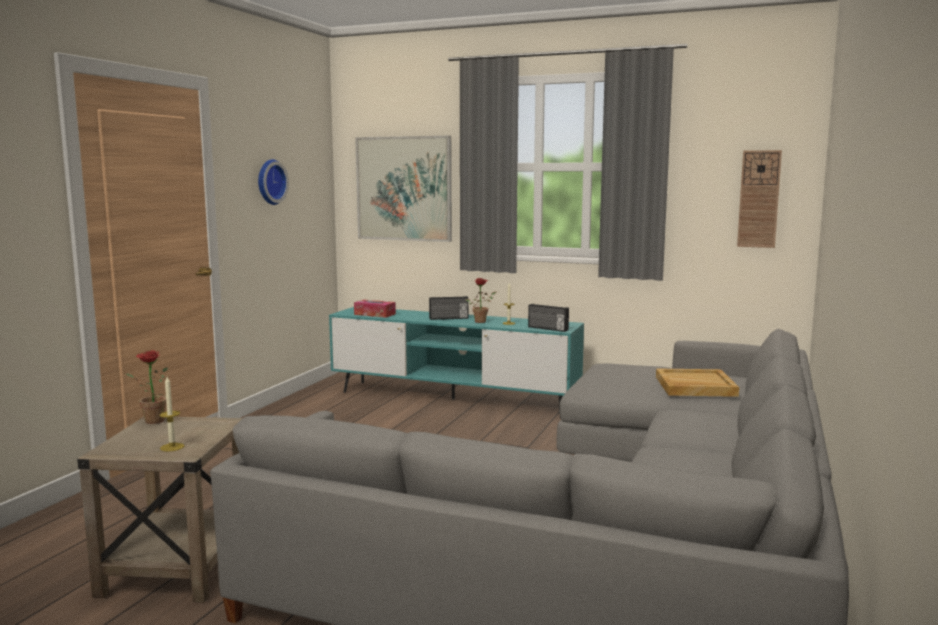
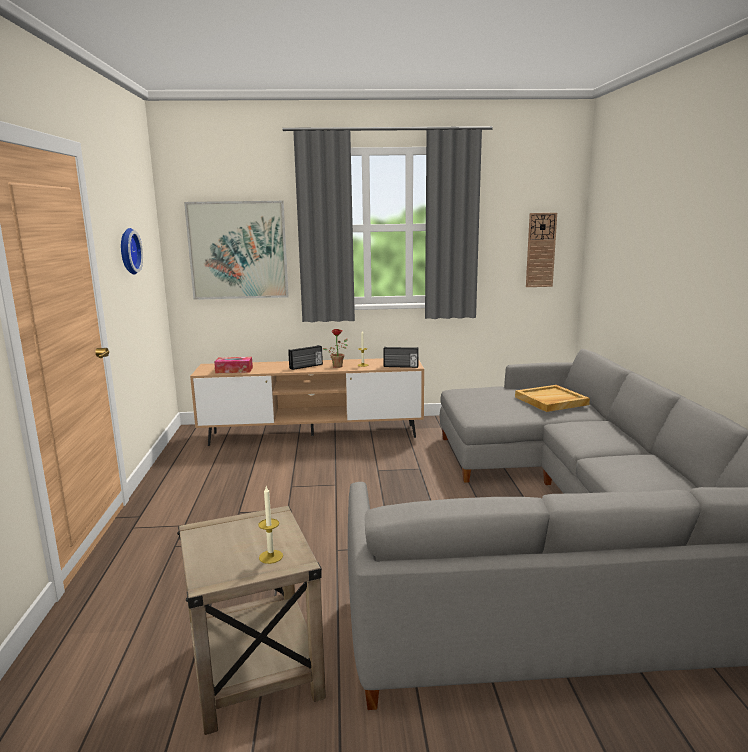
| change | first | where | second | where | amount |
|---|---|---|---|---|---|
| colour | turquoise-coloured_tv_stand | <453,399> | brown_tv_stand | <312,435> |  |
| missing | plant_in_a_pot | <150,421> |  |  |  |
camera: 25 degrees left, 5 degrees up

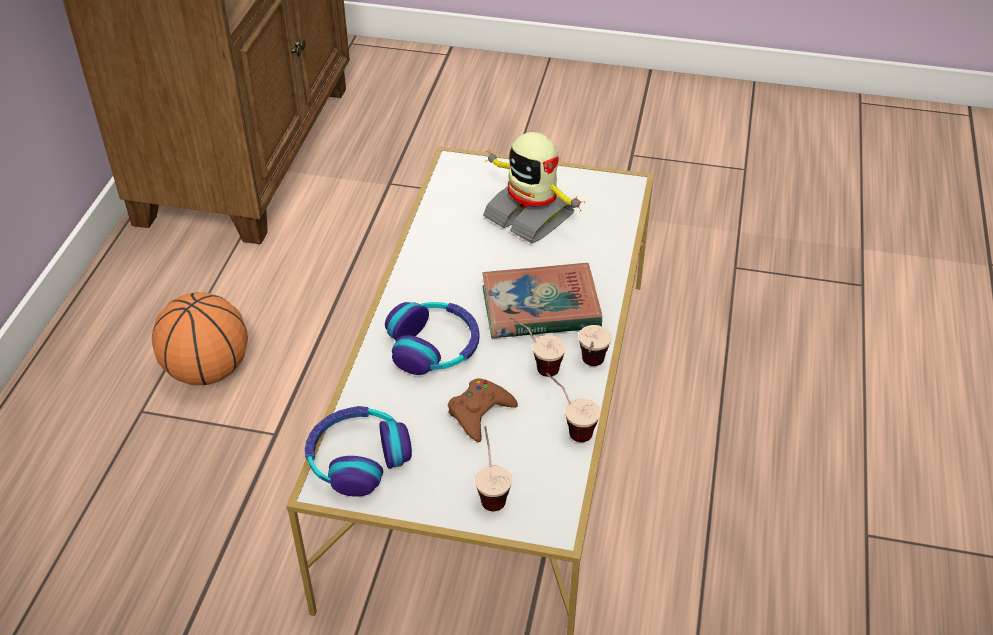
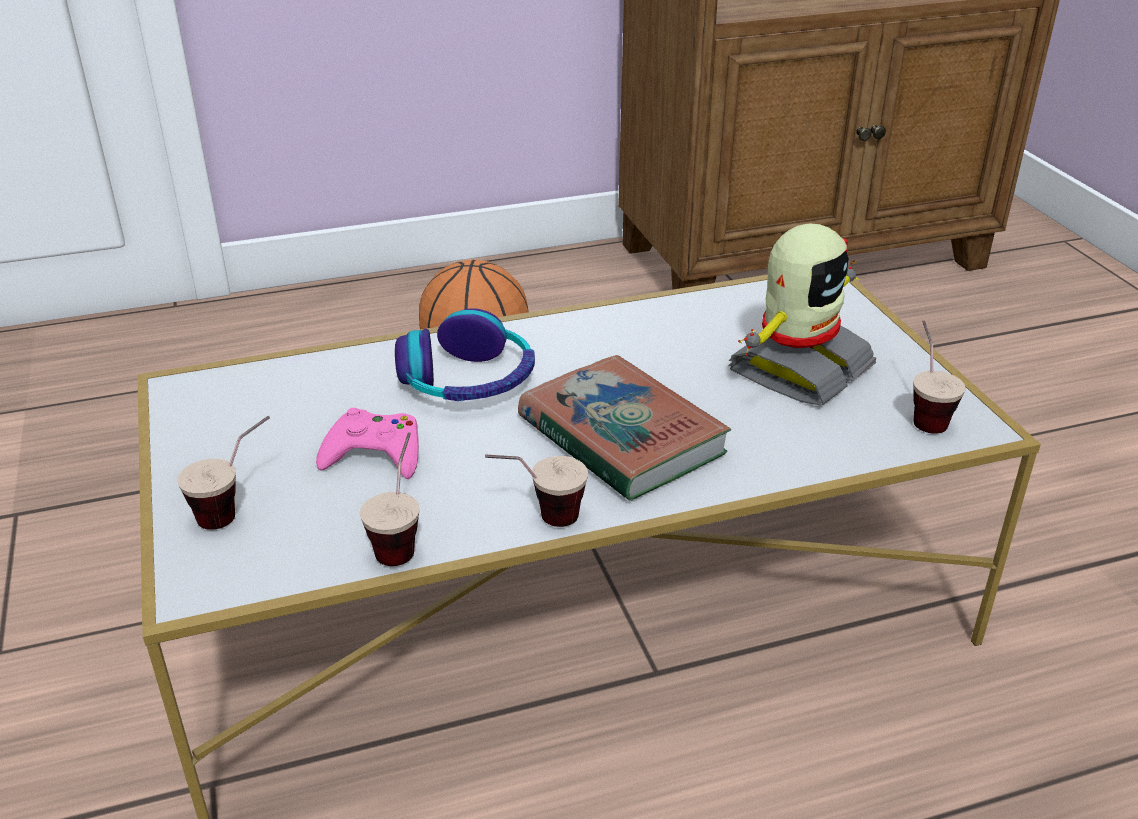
| change | first | where | second | where | amount |
|---|---|---|---|---|---|
| spun | model_robot | <530,215> |  | <797,368> | 150 degrees counterclockwise |
| relocated | cup | <535,365> |  | <923,413> |  |
| colour | brown_game_controller | <479,413> | pink-coloured_game_controller | <375,454> |  |
| missing | headset | <358,458> |  |  |  |
camera: 60 degrees right, 10 degrees down

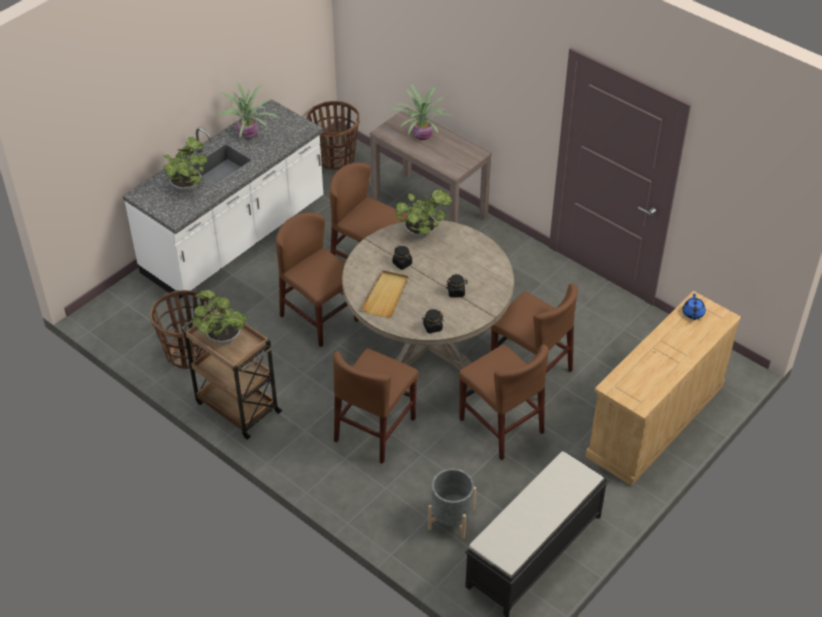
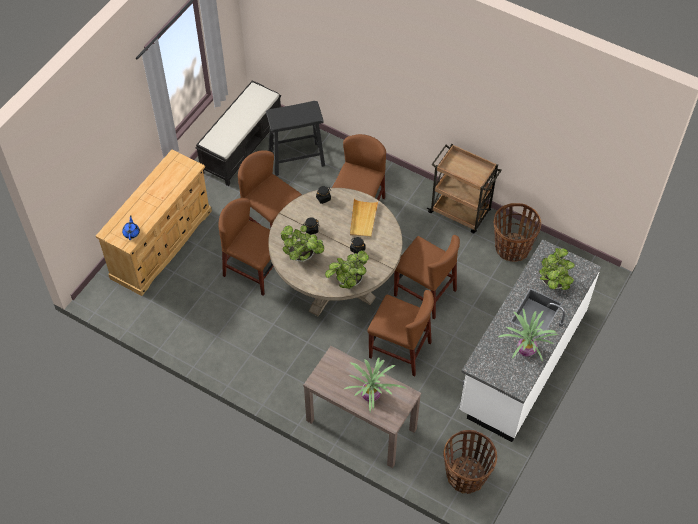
| change | first | where | second | where | amount |
|---|---|---|---|---|---|
| relocated | plant_in_a_pot | <222,337> |  | <303,256> |  |
| exchanged | gray_plant_pot | <451,519> | black-coloured_sitting_stool | <296,158> |  |
camera: 170 degrees right, 10 degrees up

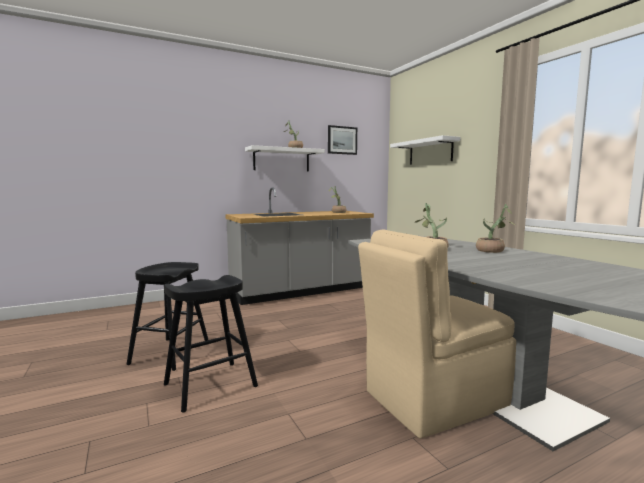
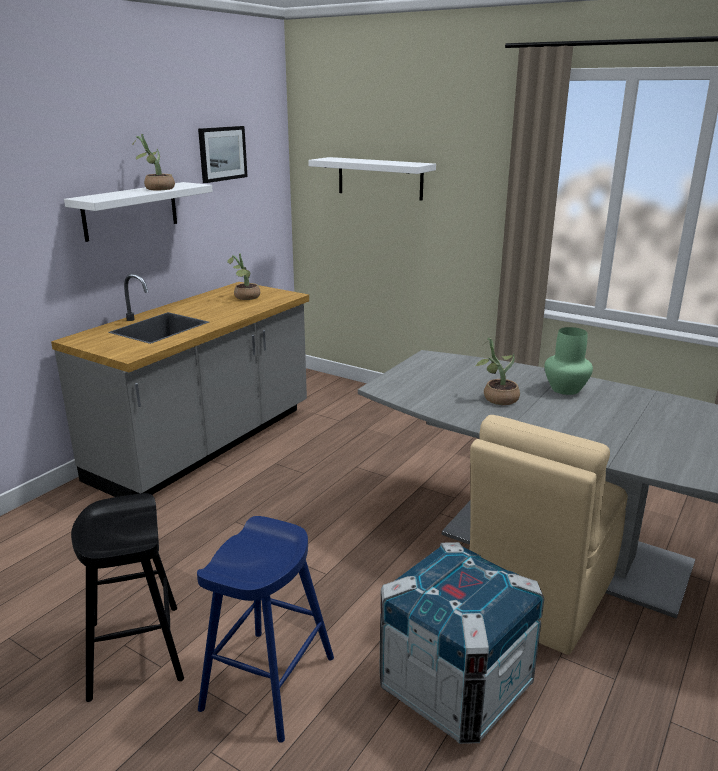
| change | first | where | second | where | amount |
|---|---|---|---|---|---|
| exchanged | plant_in_a_pot | <493,251> | green-coloured_vase | <565,389> |  |
| colour | black-coloured_sitting_stool | <211,385> | blue_sitting_stool | <269,682> |  |
| appeared |  |  | shipping_crate | <455,686> |  |
camera: 30 degrees left, 15 degrees up

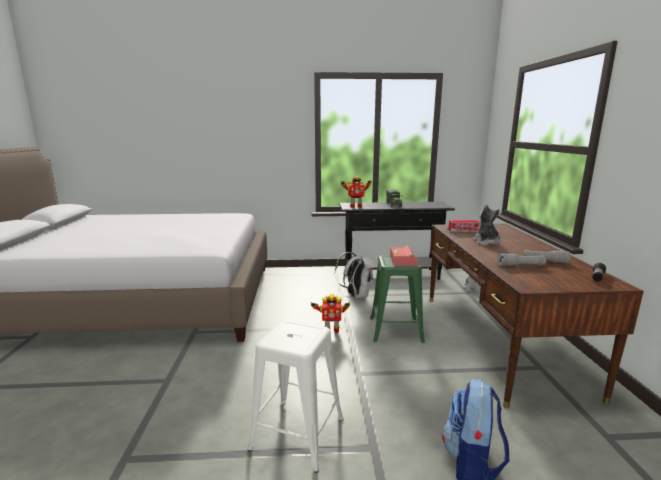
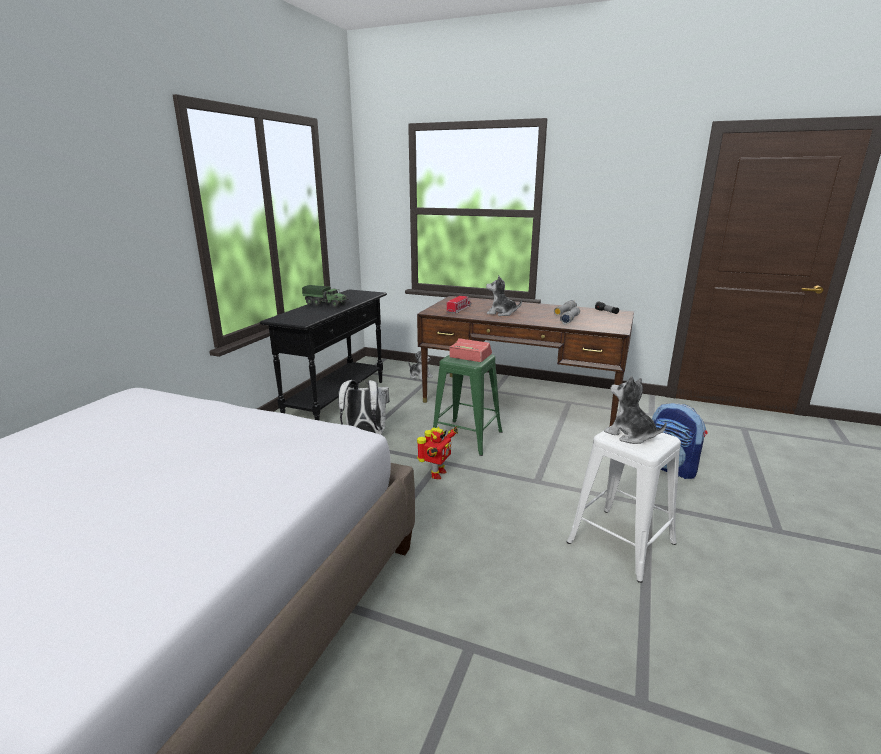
| change | first | where | second | where | amount |
|---|---|---|---|---|---|
| missing | model_robot | <355,207> |  |  |  |
| appeared |  |  | soft_toy | <630,435> |  |
camera: 65 degrees left, 5 degrees up

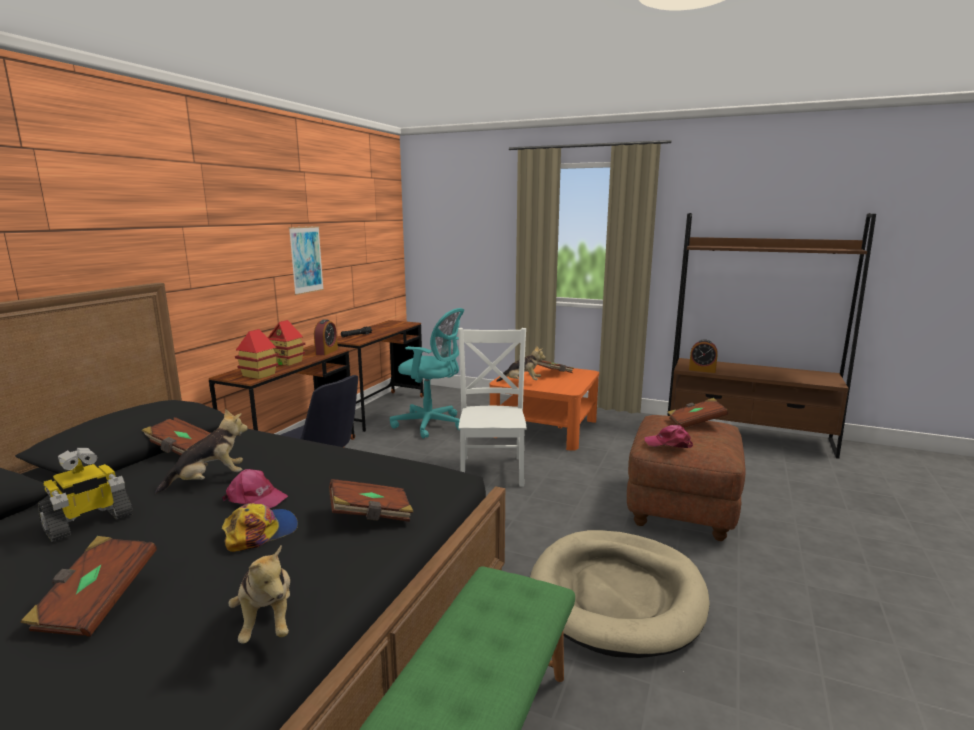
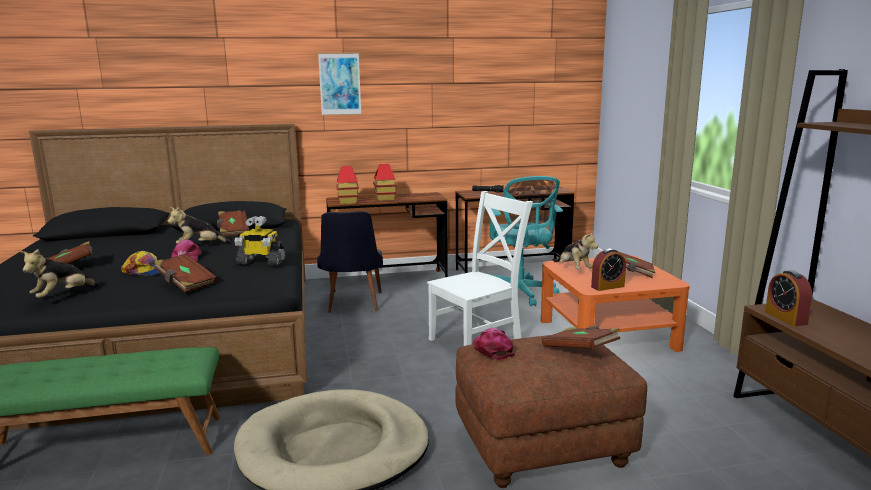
| change | first | where | second | where | amount |
|---|---|---|---|---|---|
| relocated | wall_picture | <306,260> |  | <340,84> |  |
| relocated | bedside_clock | <326,351> |  | <607,286> |  |
| spun | soft_toy | <209,481> |  | <199,246> | 135 degrees clockwise |
| relocated | model_robot | <88,522> |  | <260,262> |  |
camera: 55 degrees right, 0 degrees up

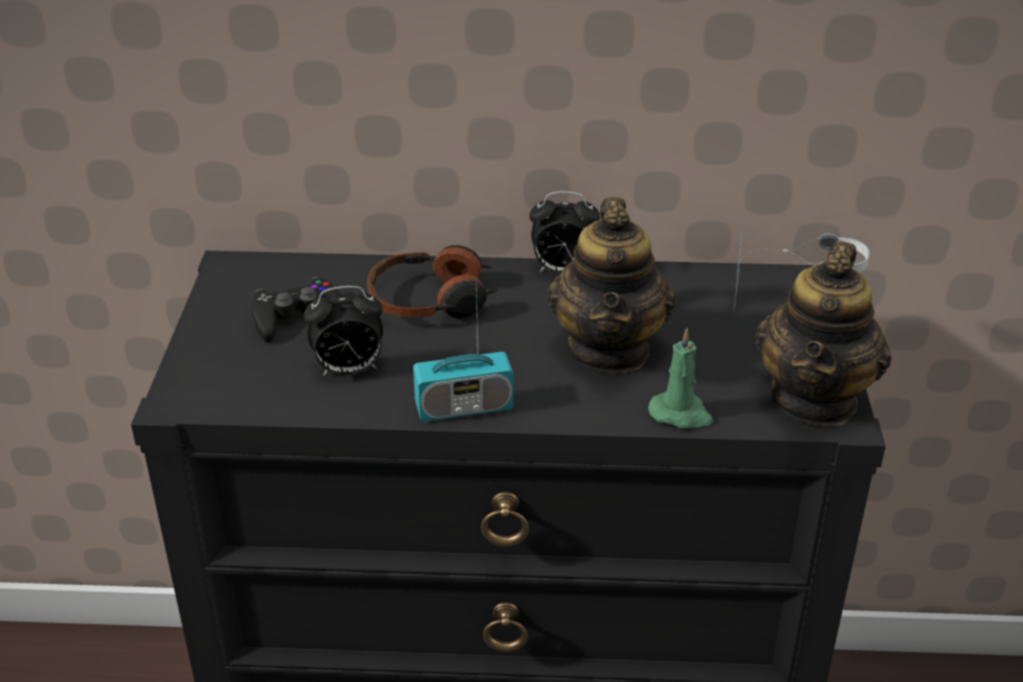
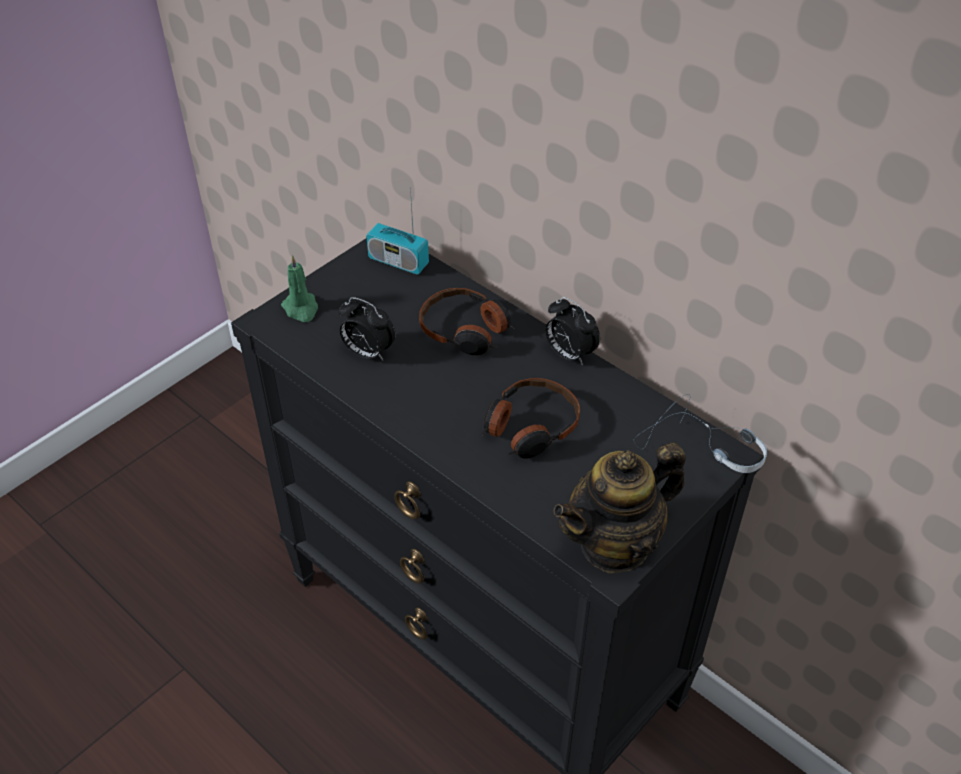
| change | first | where | second | where | amount |
|---|---|---|---|---|---|
| exchanged | teapot | <609,349> | headset | <529,428> |  |
| missing | black-coloured_game_controller | <298,318> |  |  |  |
| relocated | radio_set | <464,407> |  | <398,261> |  |
| relocated | green-coloured_wax_light | <681,414> |  | <301,309> |  |
camera: 40 degrees right, 10 degrees up

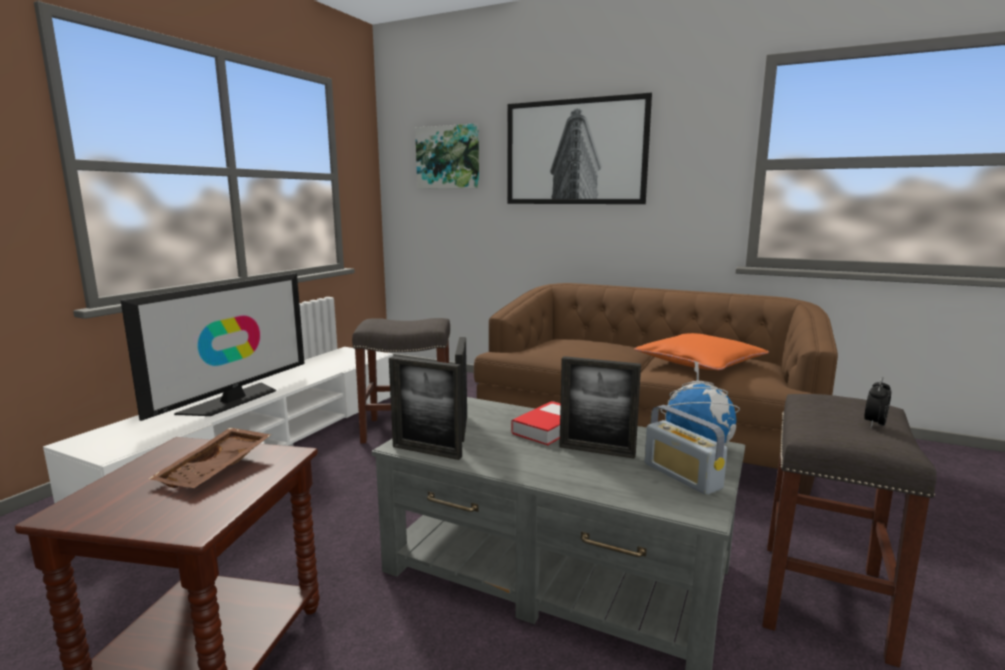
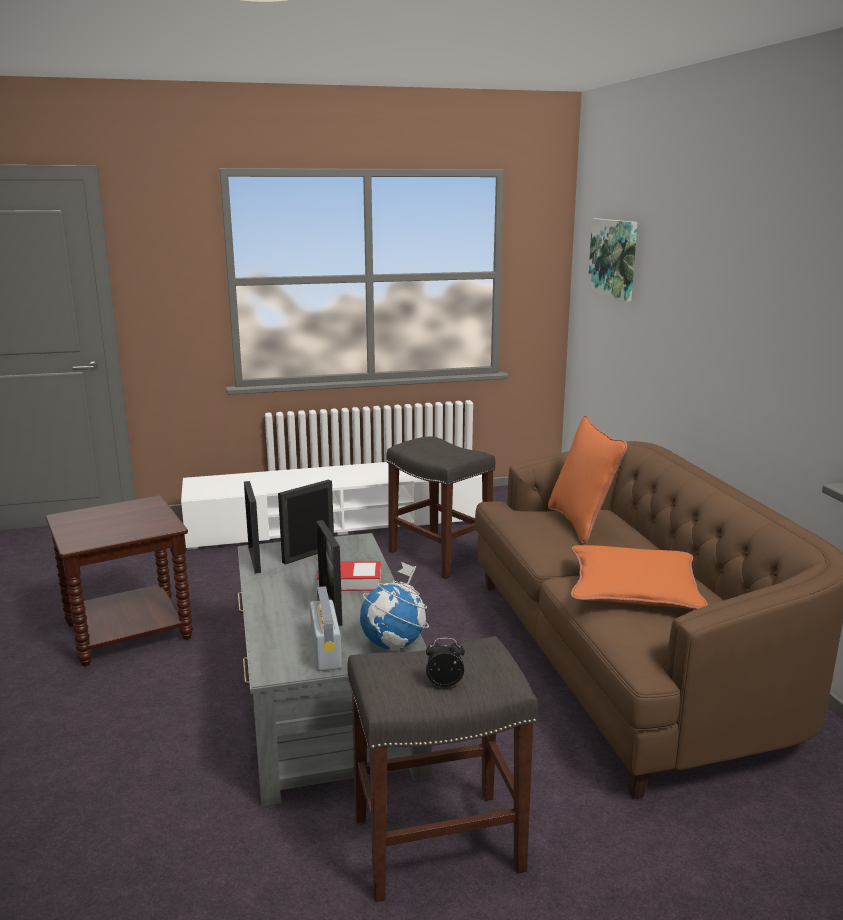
| change | first | where | second | where | amount |
|---|---|---|---|---|---|
| missing | wall_picture | <575,152> |  |  |  |
| missing | TV_set | <233,400> |  |  |  |
| spun | radio_set | <682,476> |  | <326,651> | 150 degrees clockwise |
| missing | brown_serving_tray | <217,470> |  |  |  |
| appeared |  |  | orange_pillow | <581,523> |  |
camera: 50 degrees right, 5 degrees up

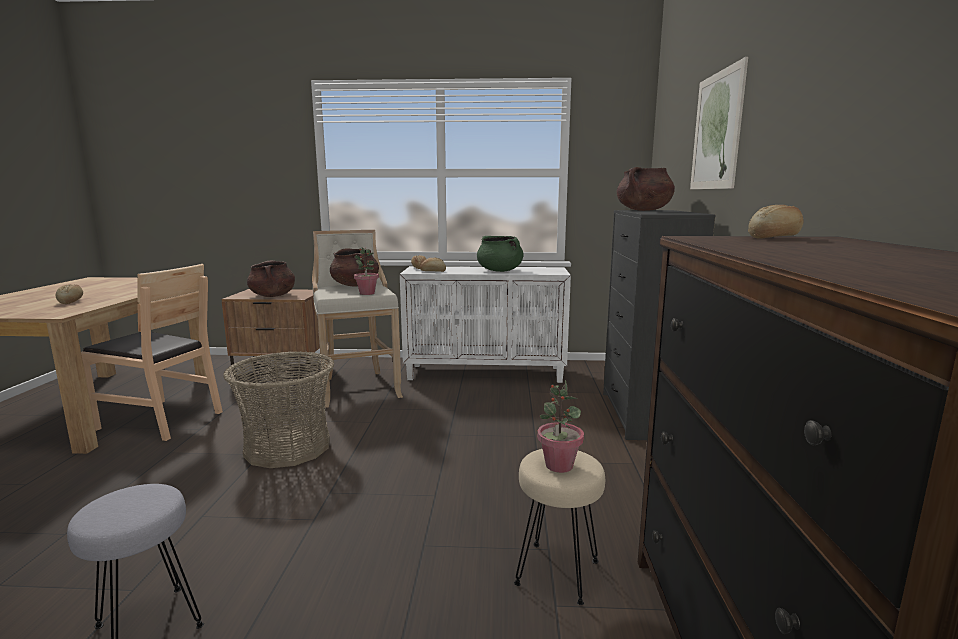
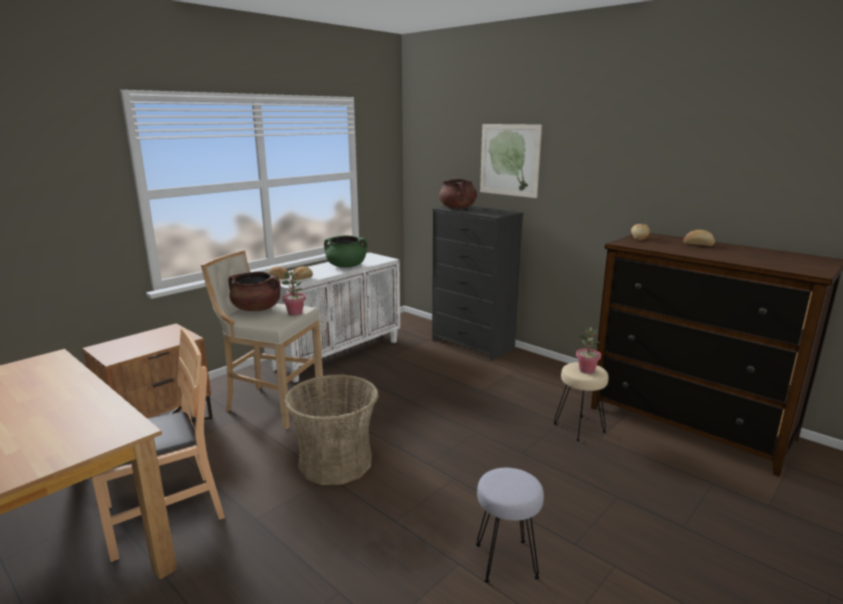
| change | first | where | second | where | amount |
|---|---|---|---|---|---|
| missing | brown_cooking_pot | <273,296> |  |  |  |
| relocated | bakery_bread | <71,301> |  | <698,245> |  |
camera: 50 degrees left, 5 degrees up

